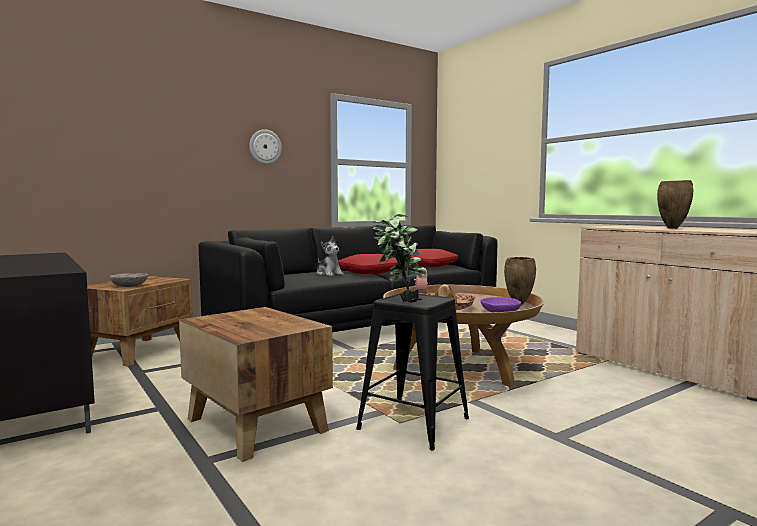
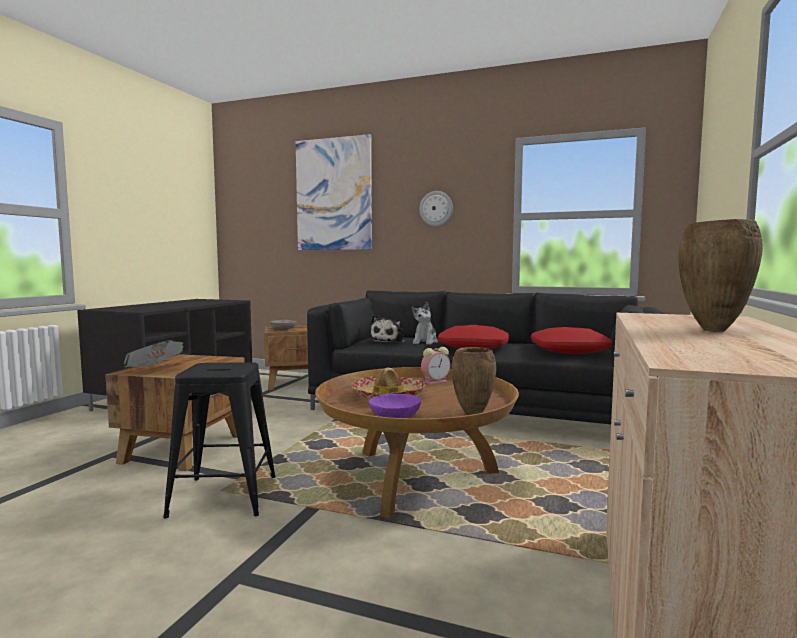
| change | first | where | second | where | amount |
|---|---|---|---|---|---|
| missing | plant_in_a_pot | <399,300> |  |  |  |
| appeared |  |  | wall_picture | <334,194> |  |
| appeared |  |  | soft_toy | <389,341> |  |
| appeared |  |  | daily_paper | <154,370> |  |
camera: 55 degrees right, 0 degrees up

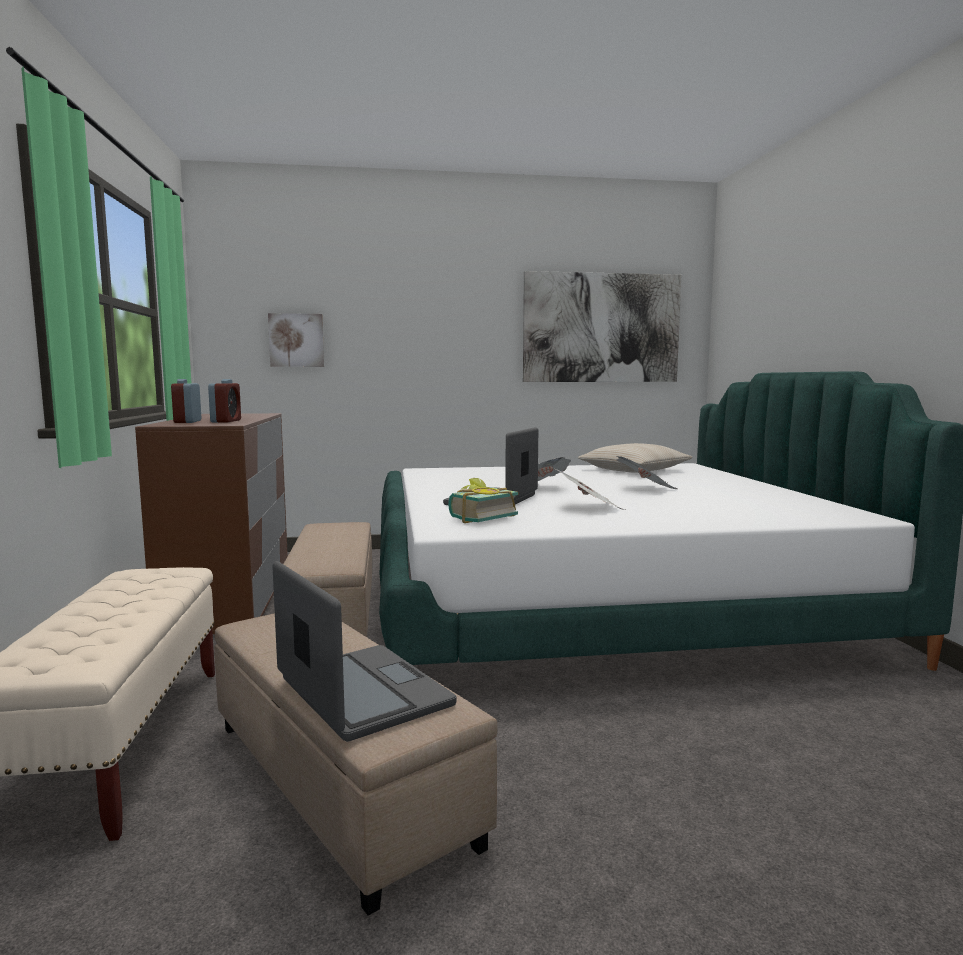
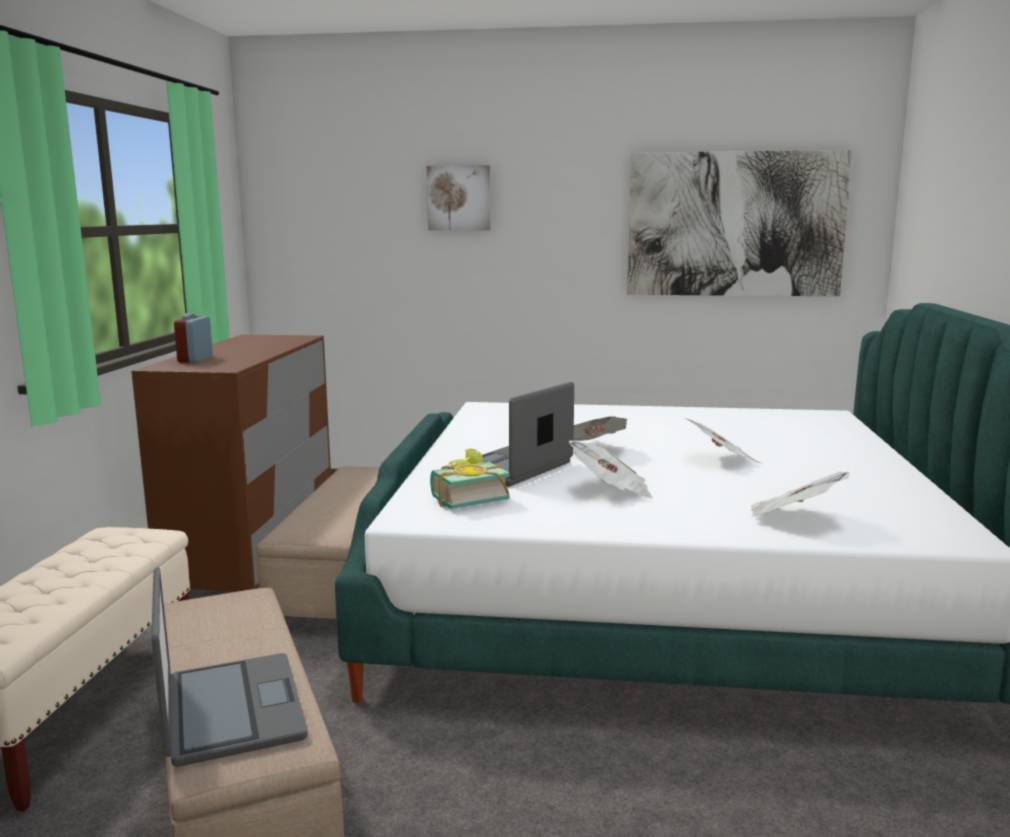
| change | first | where | second | where | amount |
|---|---|---|---|---|---|
| relocated | wall_picture | <296,340> |  | <459,198> |  |
| missing | bedside_clock | <226,421> |  |  |  |
| missing | beige_pillow | <633,470> |  |  |  |
| appeared |  |  | daily_paper | <793,518> |  |
camera: 15 degrees right, 5 degrees up

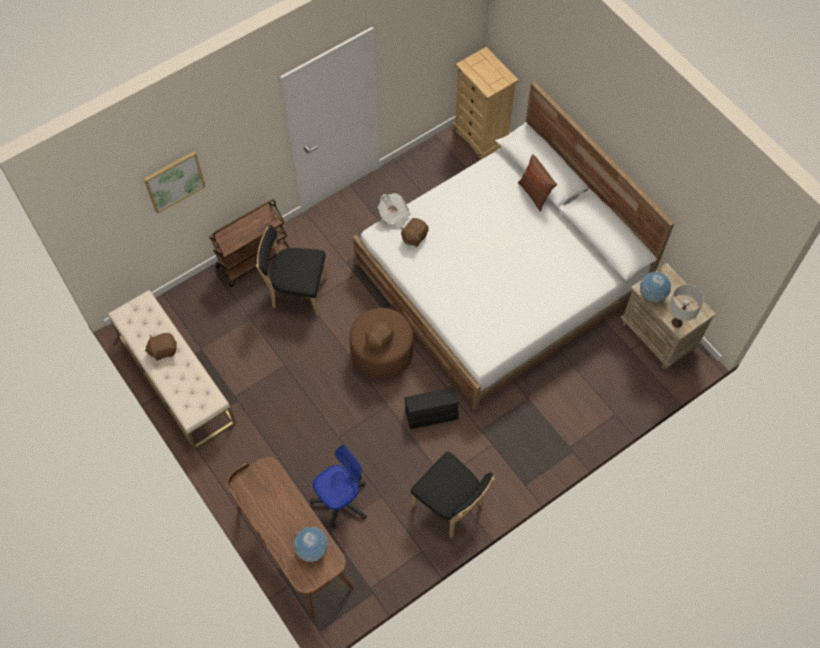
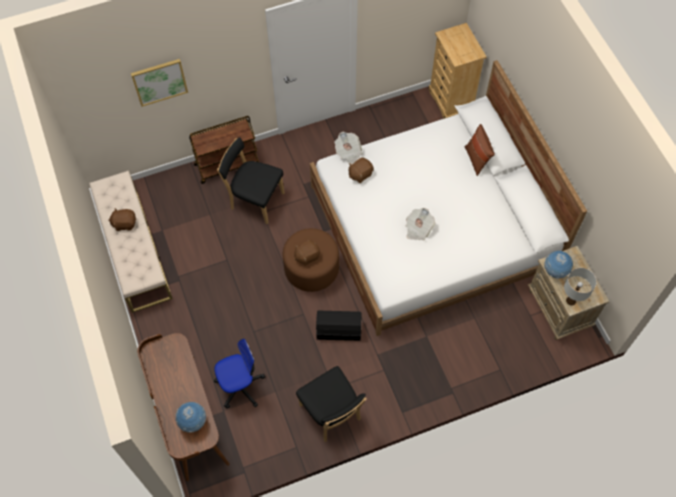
| change | first | where | second | where | amount |
|---|---|---|---|---|---|
| appeared |  |  | daily_paper | <418,229> |  |
camera: 15 degrees right, 0 degrees up

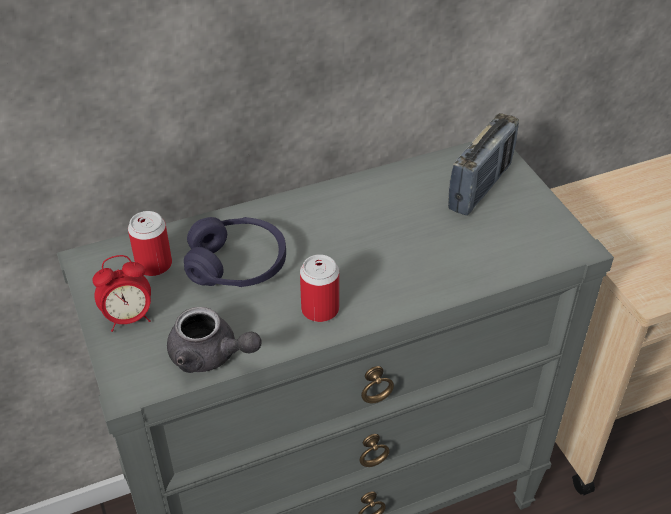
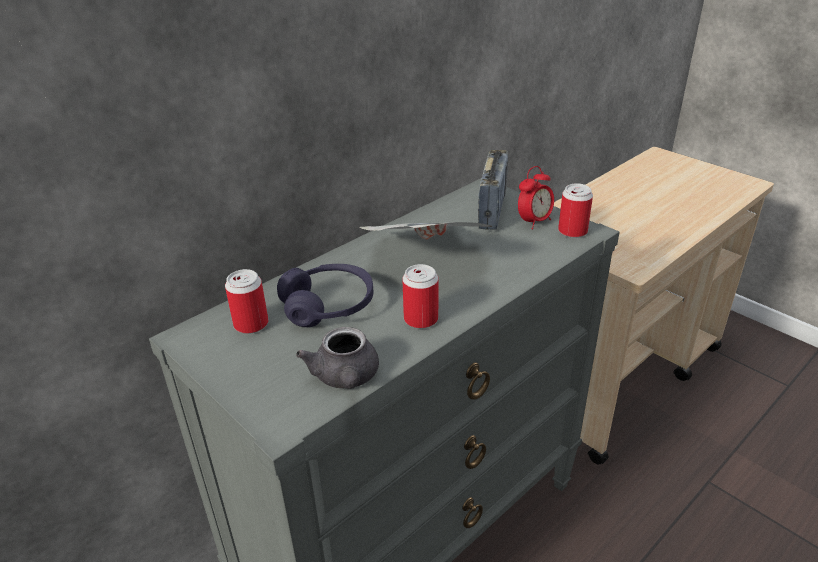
| change | first | where | second | where | amount |
|---|---|---|---|---|---|
| relocated | bedside_clock | <129,318> |  | <534,222> |  |
| spun | gray_teapot | <211,356> |  | <345,378> | 75 degrees clockwise |
| appeared |  |  | can | <572,231> |  |
| appeared |  |  | daily_paper | <427,257> |  |
camera: 20 degrees left, 10 degrees down

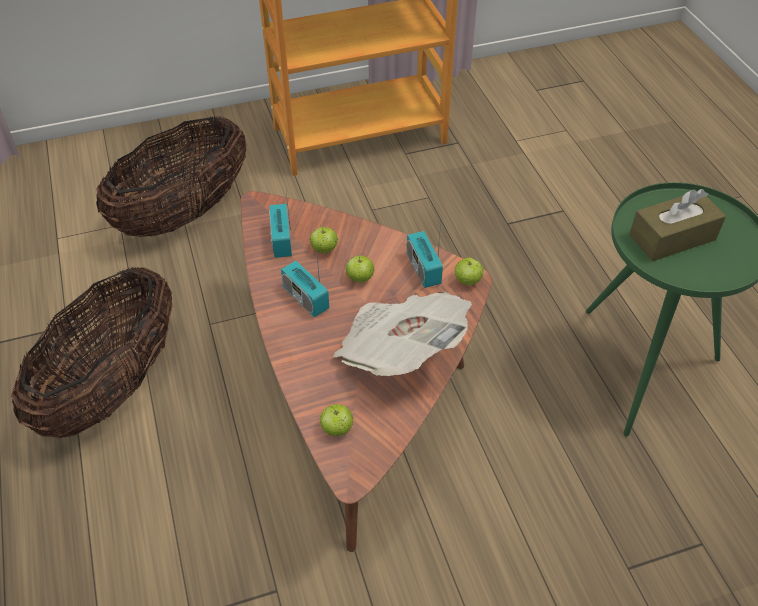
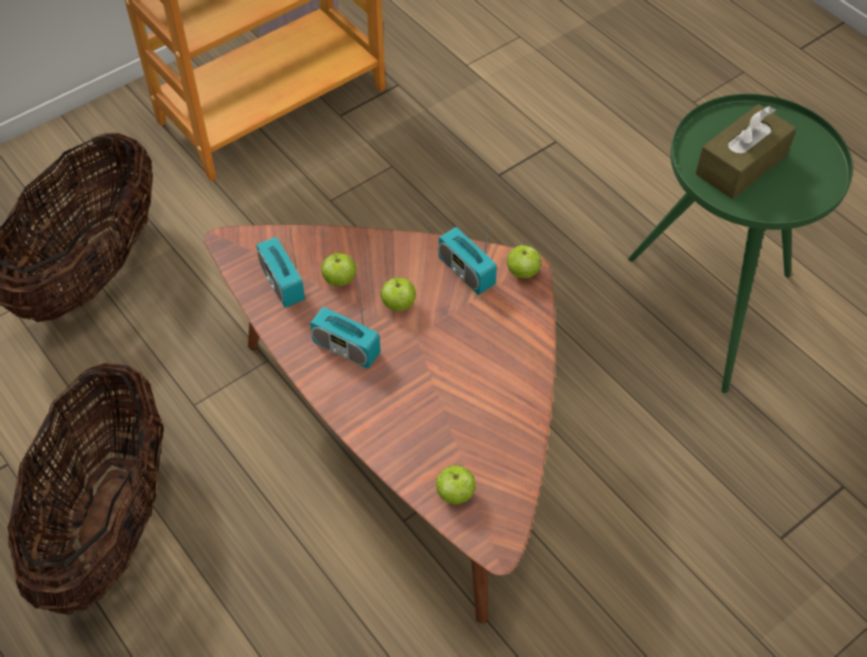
| change | first | where | second | where | amount |
|---|---|---|---|---|---|
| missing | daily_paper | <399,351> |  |  |  |
camera: 20 degrees left, 5 degrees up

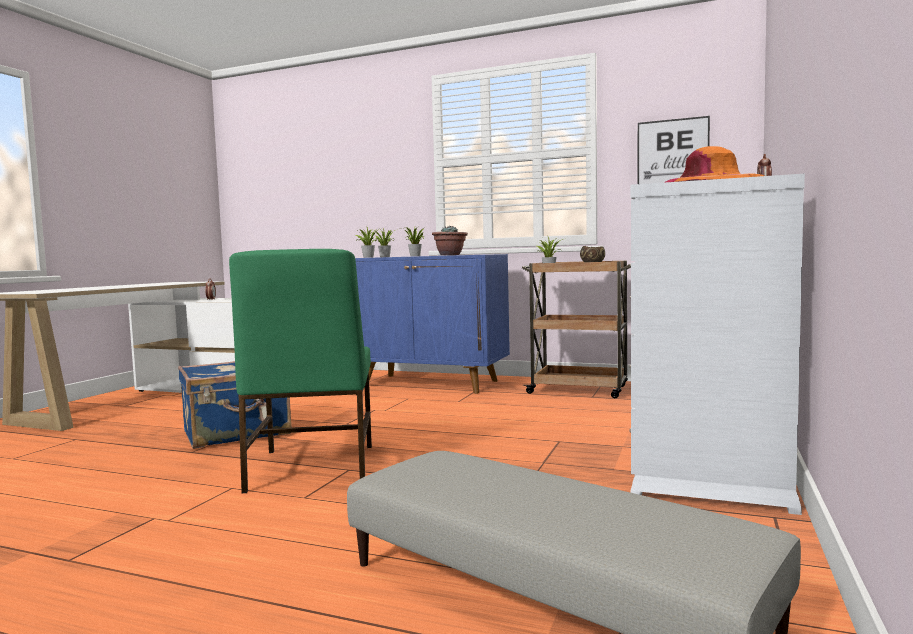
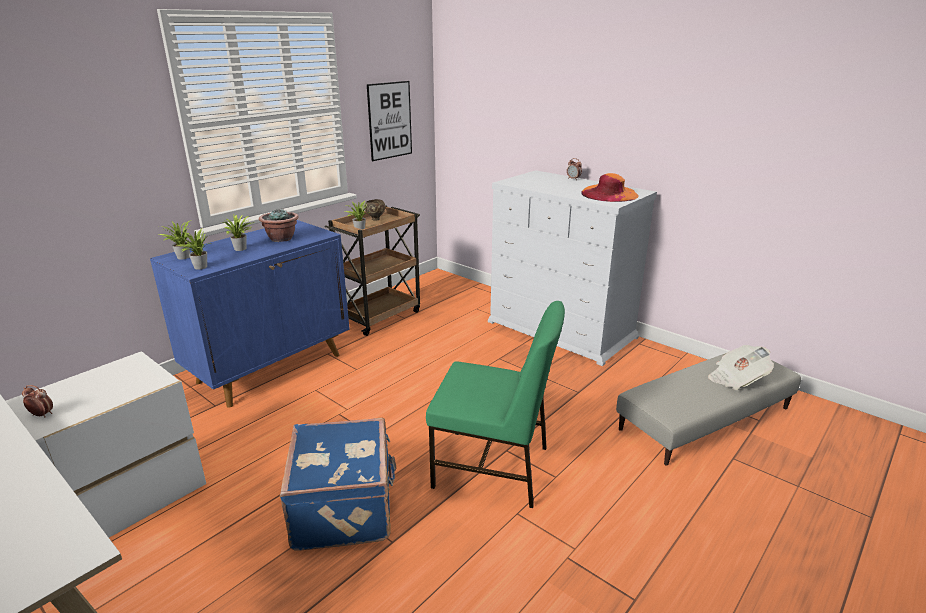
| change | first | where | second | where | amount |
|---|---|---|---|---|---|
| appeared |  |  | daily_paper | <736,379> |  |
camera: 70 degrees left, 20 degrees up

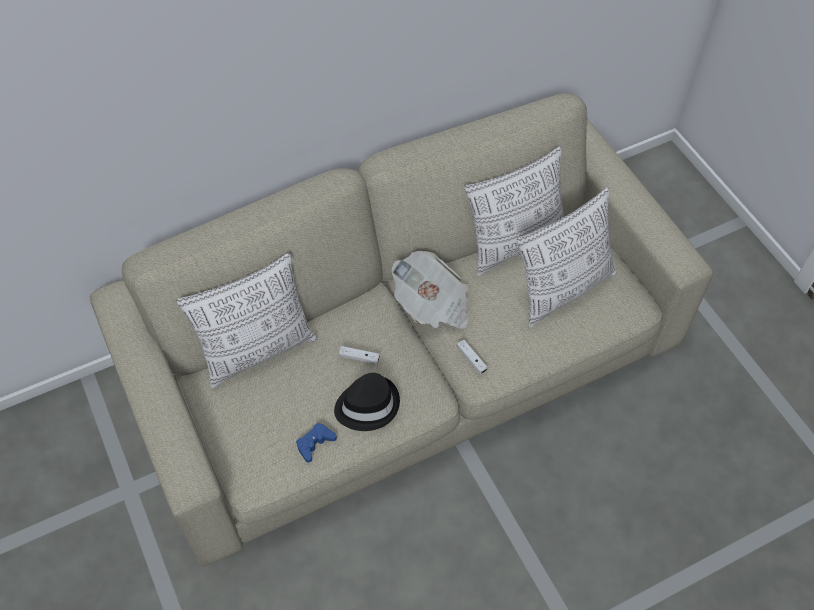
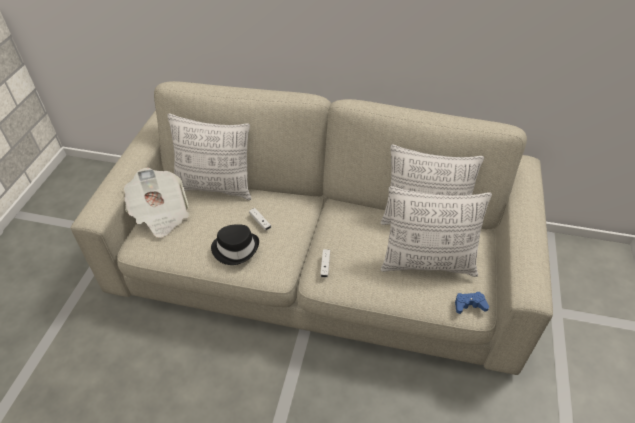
| change | first | where | second | where | amount |
|---|---|---|---|---|---|
| relocated | daily_paper | <432,305> |  | <160,214> |  |
| relocated | blue_game_controller | <315,443> |  | <469,305> |  |
camera: 40 degrees right, 10 degrees down

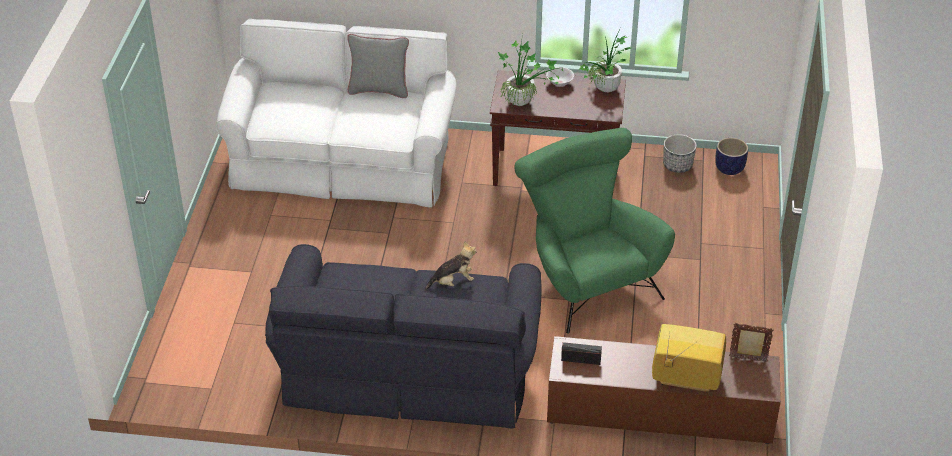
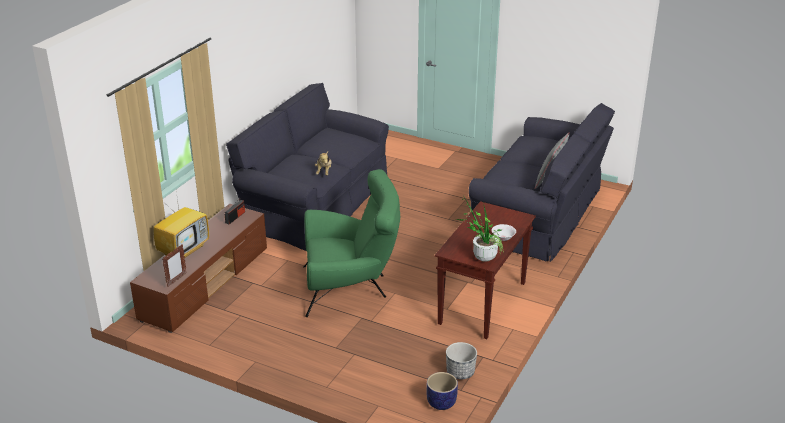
| change | first | where | second | where | amount |
|---|---|---|---|---|---|
| colour | white-coloured_settee | <343,160> | black-coloured_settee | <539,215> |  |
| missing | plant_in_a_pot | <525,102> |  |  |  |
camera: 110 degrees right, 10 degrees down

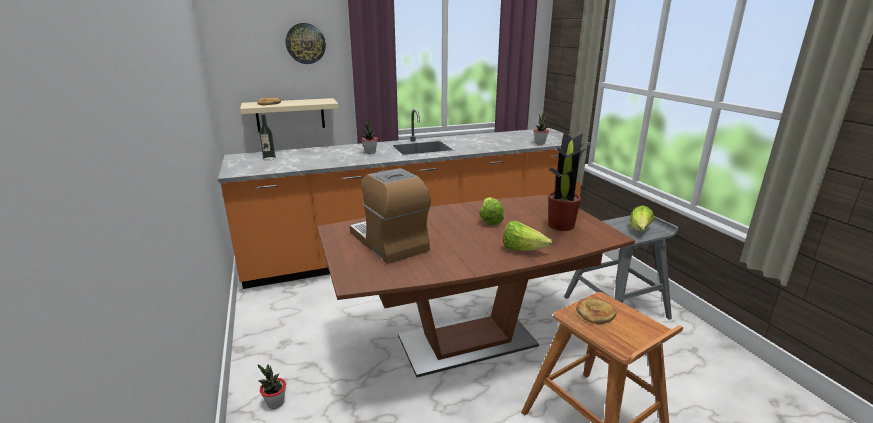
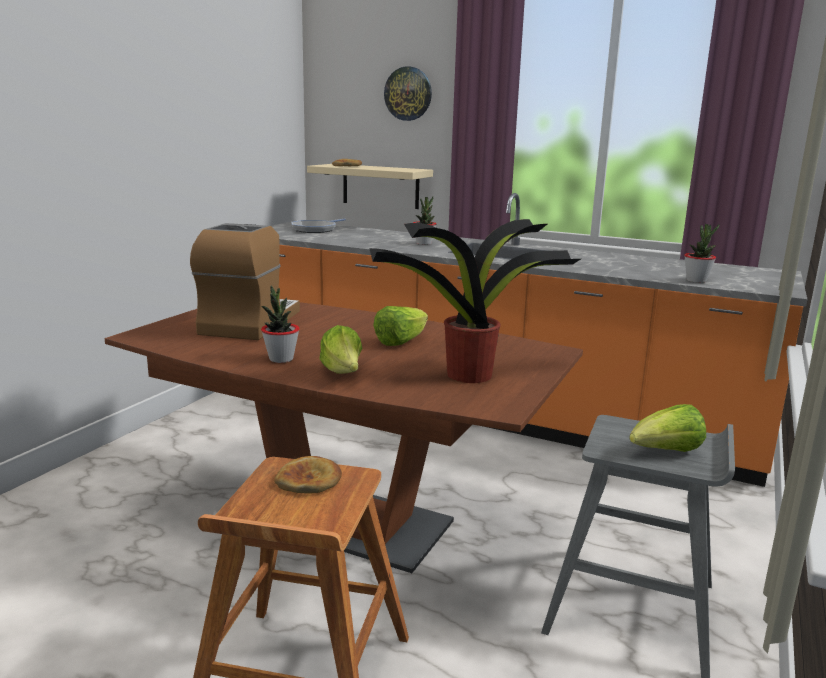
| change | first | where | second | where | amount |
|---|---|---|---|---|---|
| exchanged | drink_bottle | <269,158> | skillet | <315,229> |  |
| relocated | plant_in_a_pot | <275,403> |  | <281,359> |  |
camera: 45 degrees right, 5 degrees down

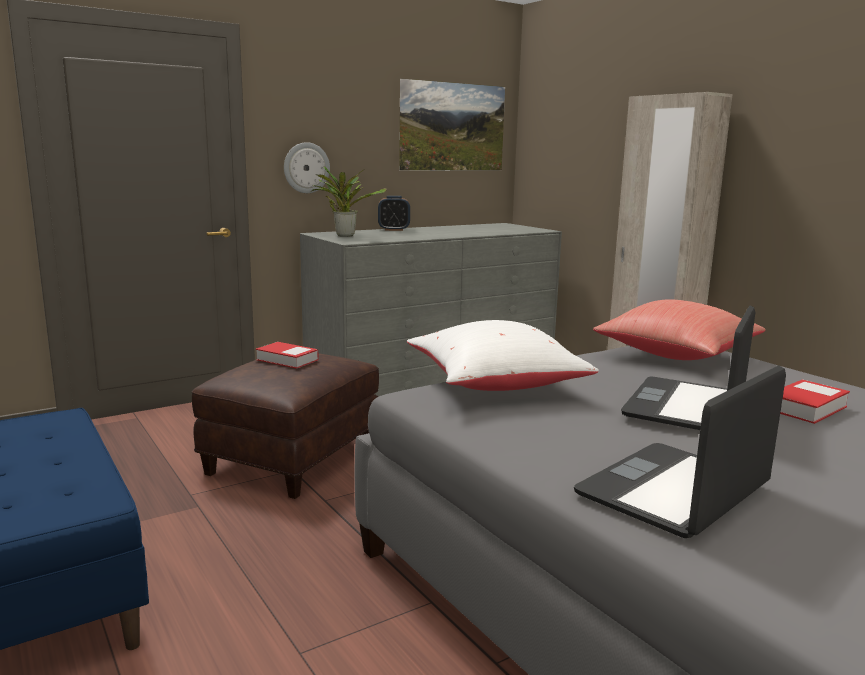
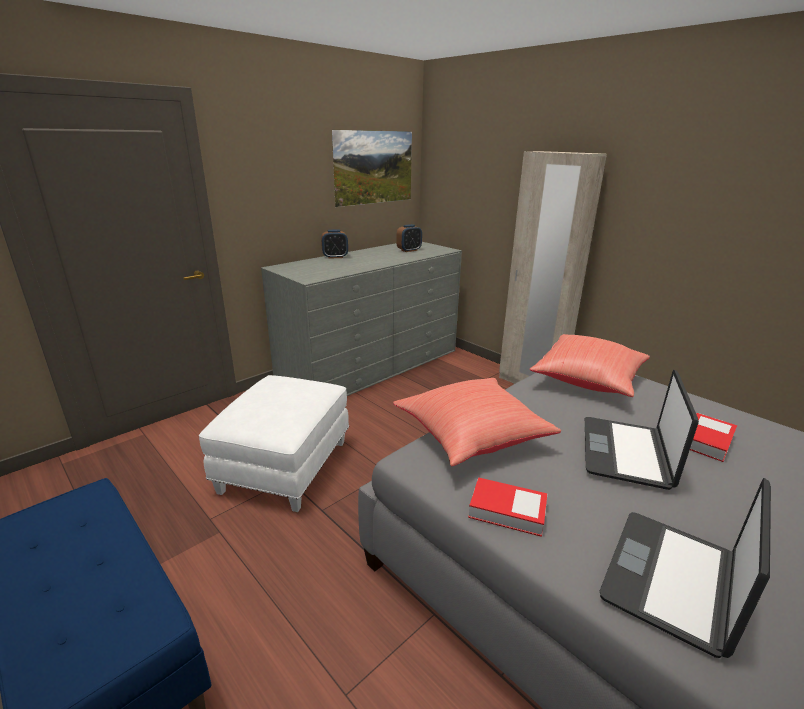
| change | first | where | second | where | amount |
|---|---|---|---|---|---|
| missing | clock_on_the_wall | <306,168> |  |  |  |
| missing | plant_in_a_pot | <343,235> |  |  |  |
| colour | white-coloured_pillow | <497,386> | red_pillow | <473,438> |  |
| relocated | book | <287,360> |  | <507,511> |  |
| colour | brown_footrest | <293,459> | white-coloured_footrest | <285,467> |  |
| appeared |  |  | bedside_clock | <409,250> |  |
camera: 10 degrees left, 10 degrees up

